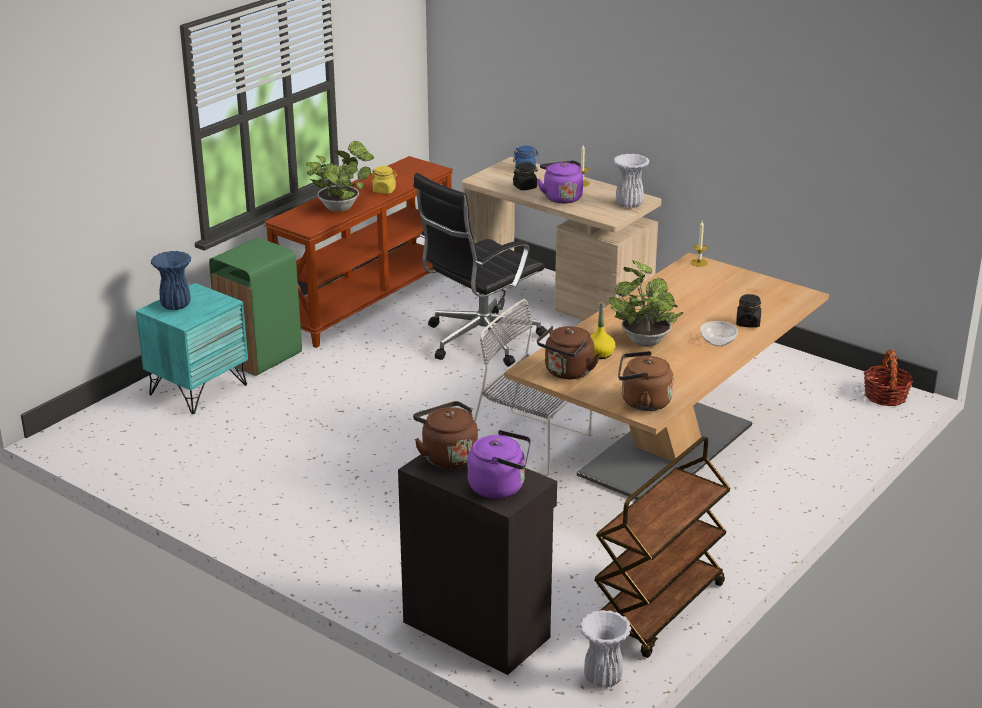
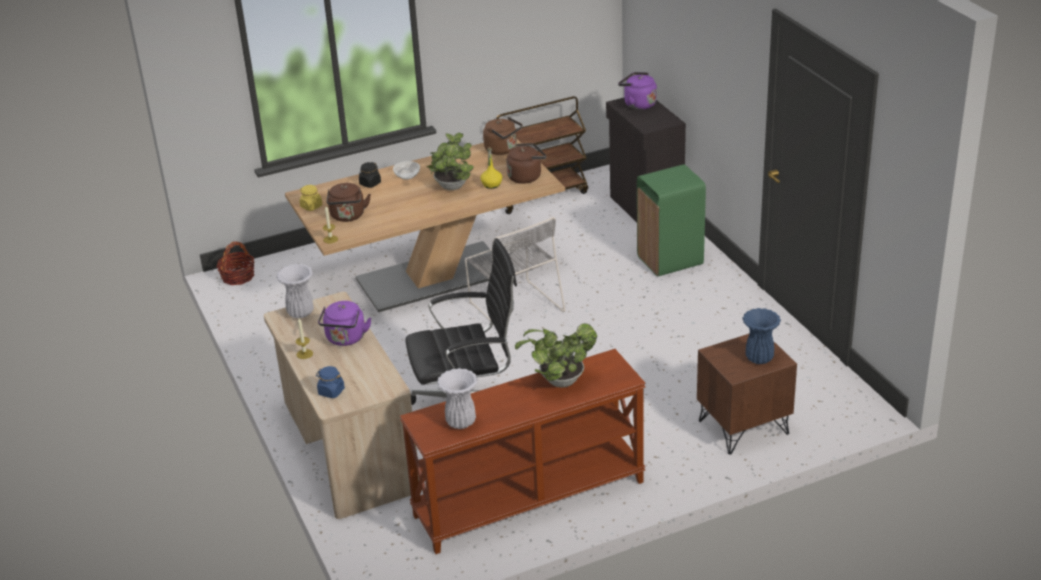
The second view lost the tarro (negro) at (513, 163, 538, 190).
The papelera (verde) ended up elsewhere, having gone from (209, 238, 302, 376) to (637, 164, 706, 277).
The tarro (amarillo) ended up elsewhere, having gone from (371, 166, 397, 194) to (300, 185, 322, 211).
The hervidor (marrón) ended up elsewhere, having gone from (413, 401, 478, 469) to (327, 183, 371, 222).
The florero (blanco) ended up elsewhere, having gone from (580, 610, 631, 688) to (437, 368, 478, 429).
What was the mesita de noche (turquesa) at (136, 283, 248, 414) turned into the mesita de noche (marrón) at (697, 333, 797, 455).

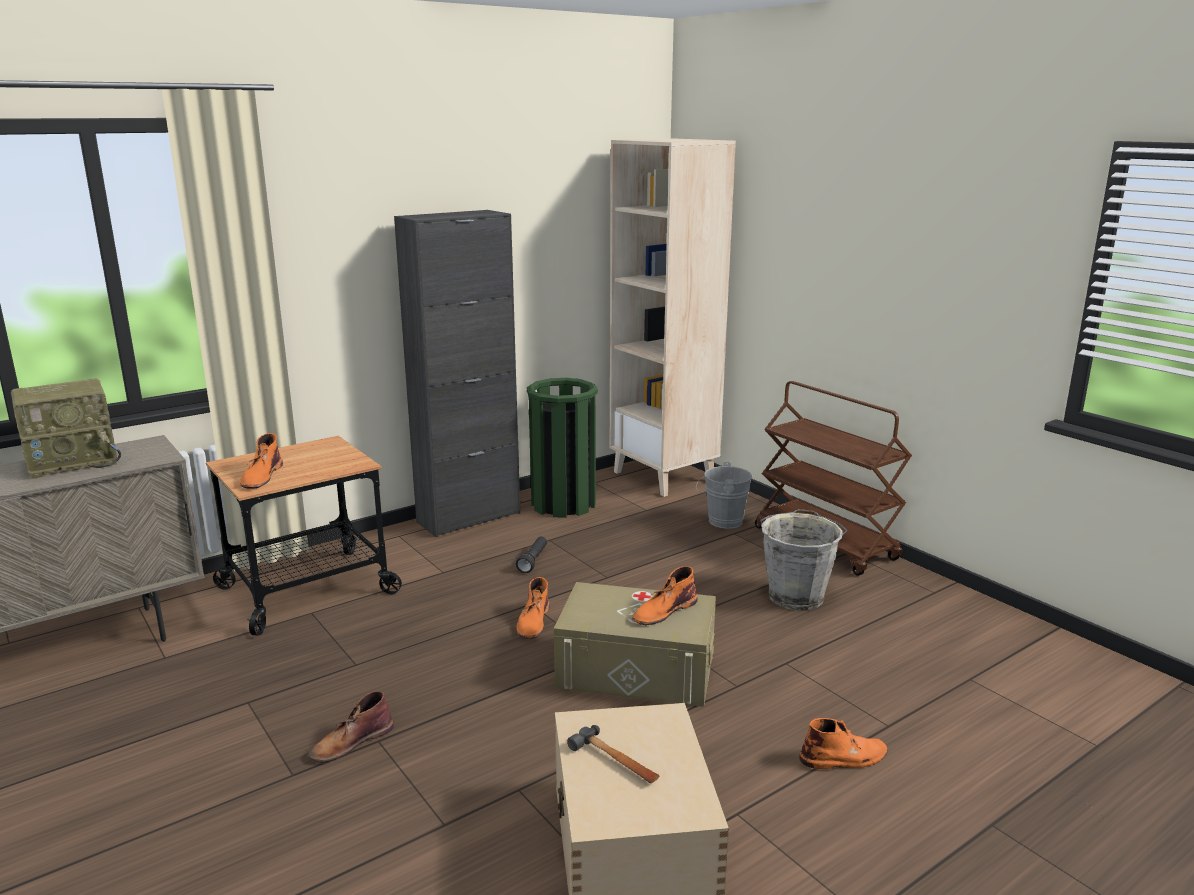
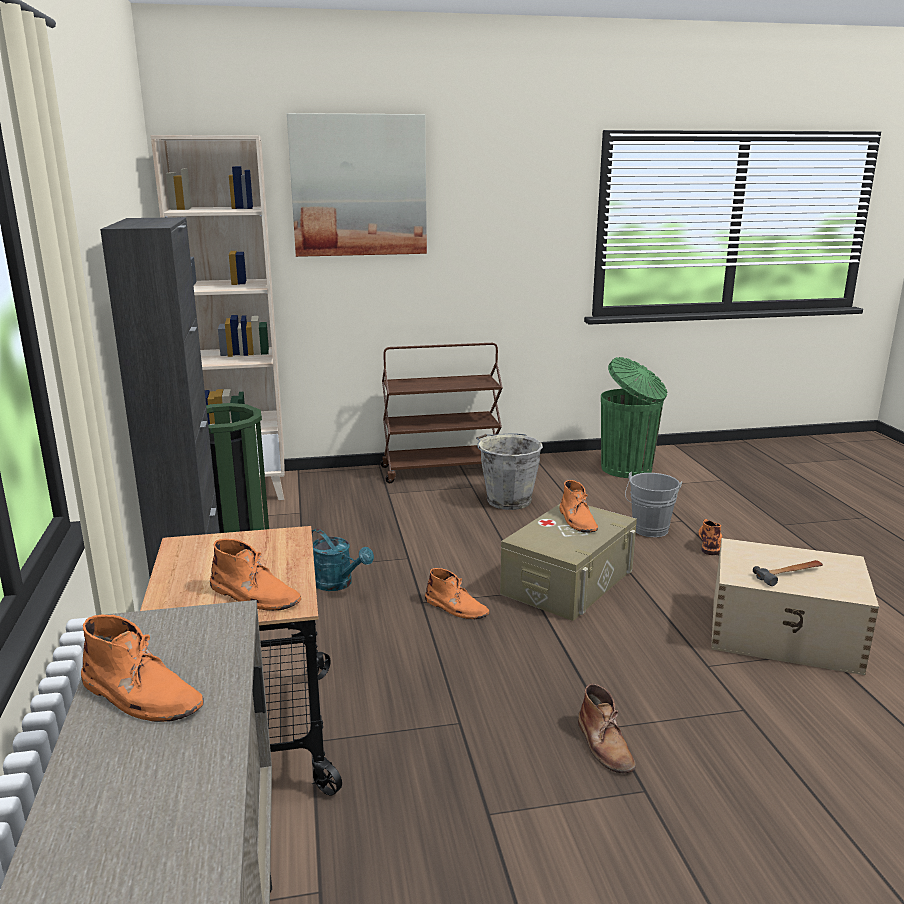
The second view gained the cuadro at (287, 113, 427, 257).
The second view gained the papelera (verde) at (601, 357, 667, 478).
The cubo (gris) ended up elsewhere, having gone from (696, 461, 752, 529) to (625, 472, 682, 537).
Where the radio stood at (11, 378, 121, 479), the bota (naranja) came to stand at (81, 615, 204, 722).
Where the linterna (negro) stood at (516, 536, 547, 573), the regadera (turquesa) came to stand at (312, 529, 374, 591).

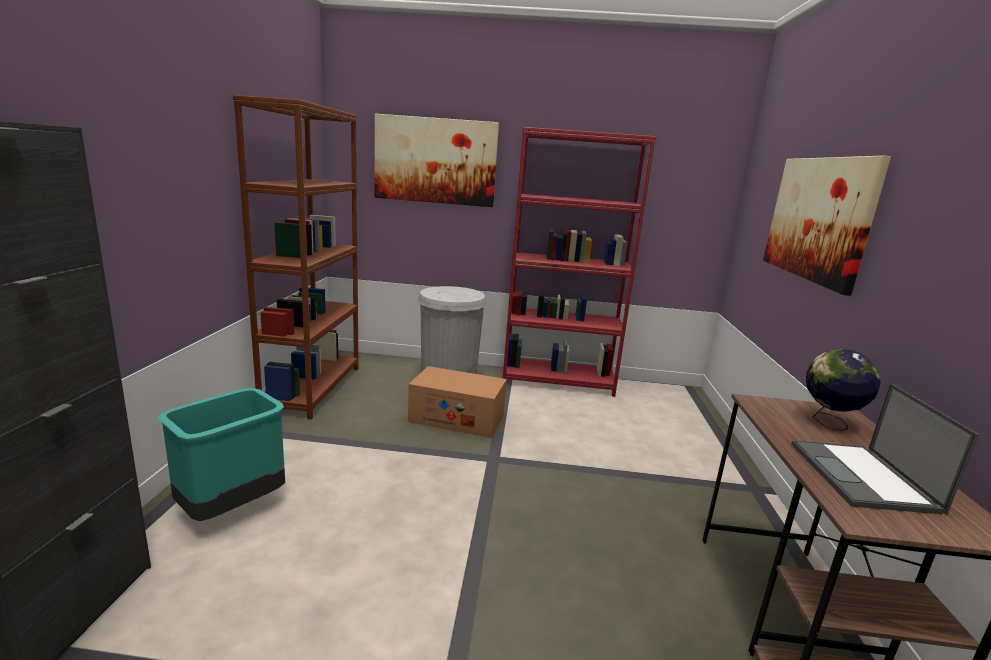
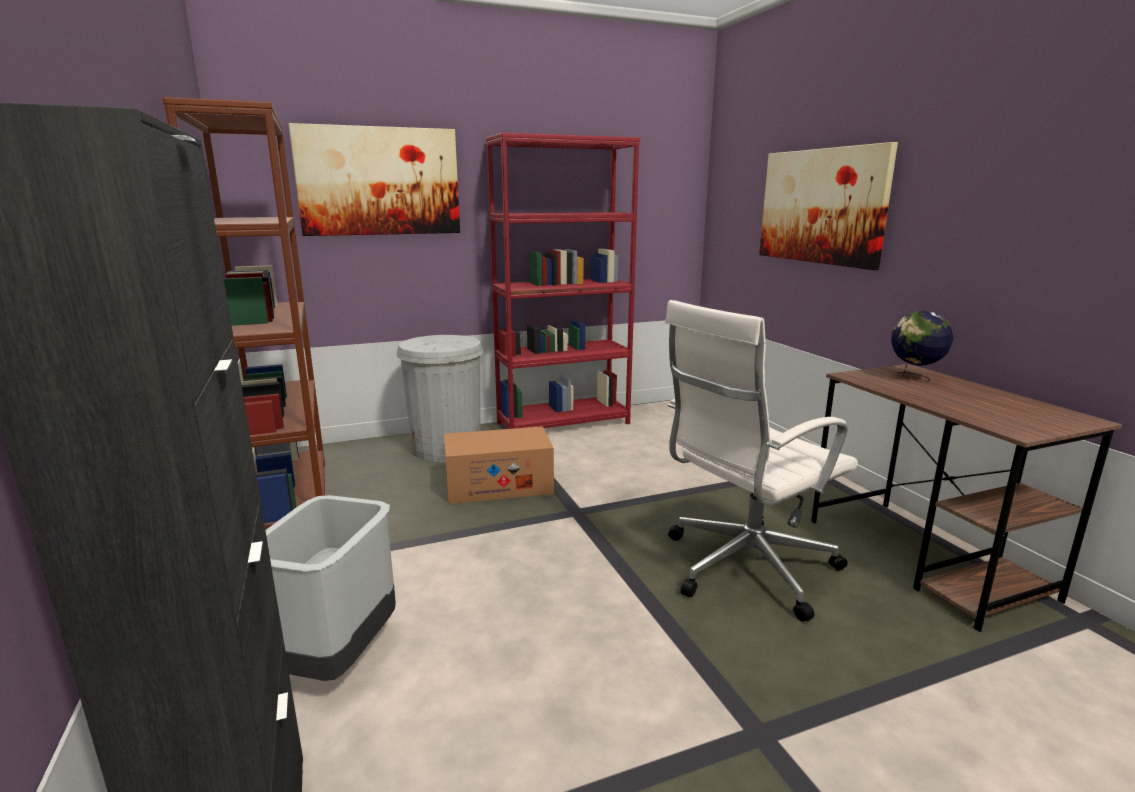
The second view lost the portátil at (791, 383, 979, 515).
The second view gained the silla de oficina (blanco) at (665, 300, 858, 622).
What was the papelera (turquesa) at (158, 388, 285, 521) turned into the papelera (gris) at (265, 495, 396, 681).

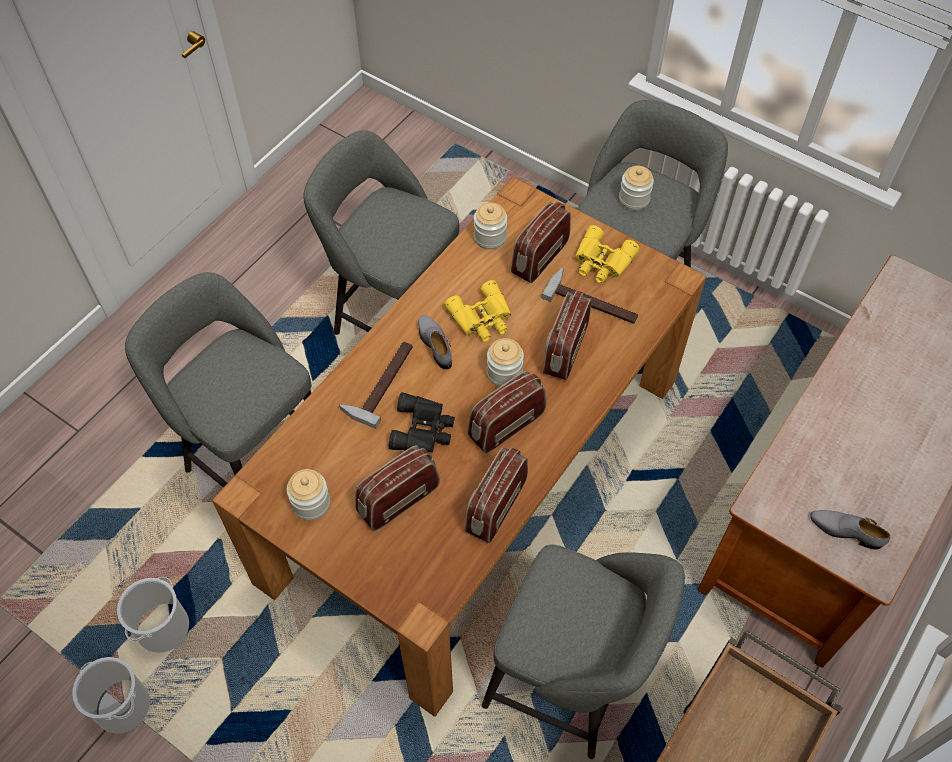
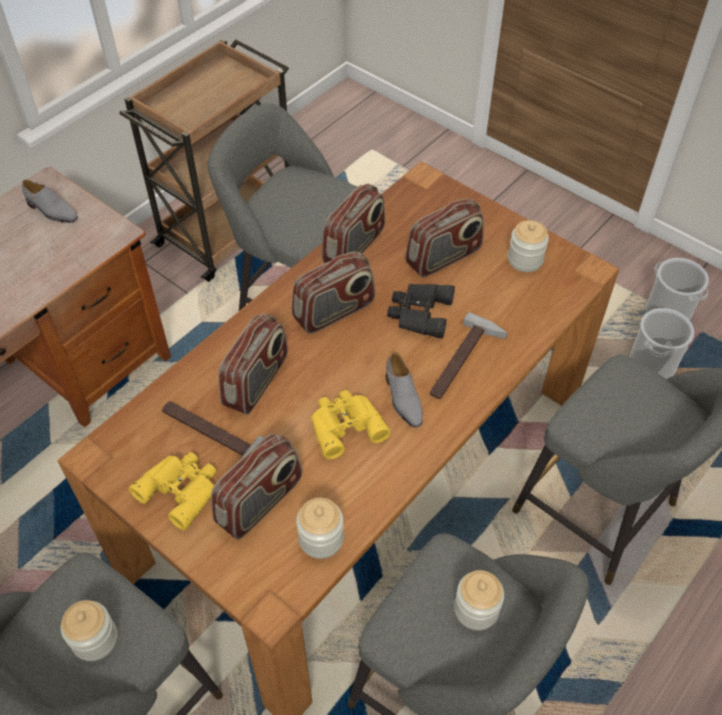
The tarro ended up elsewhere, having gone from (487, 338, 524, 387) to (454, 570, 504, 630).

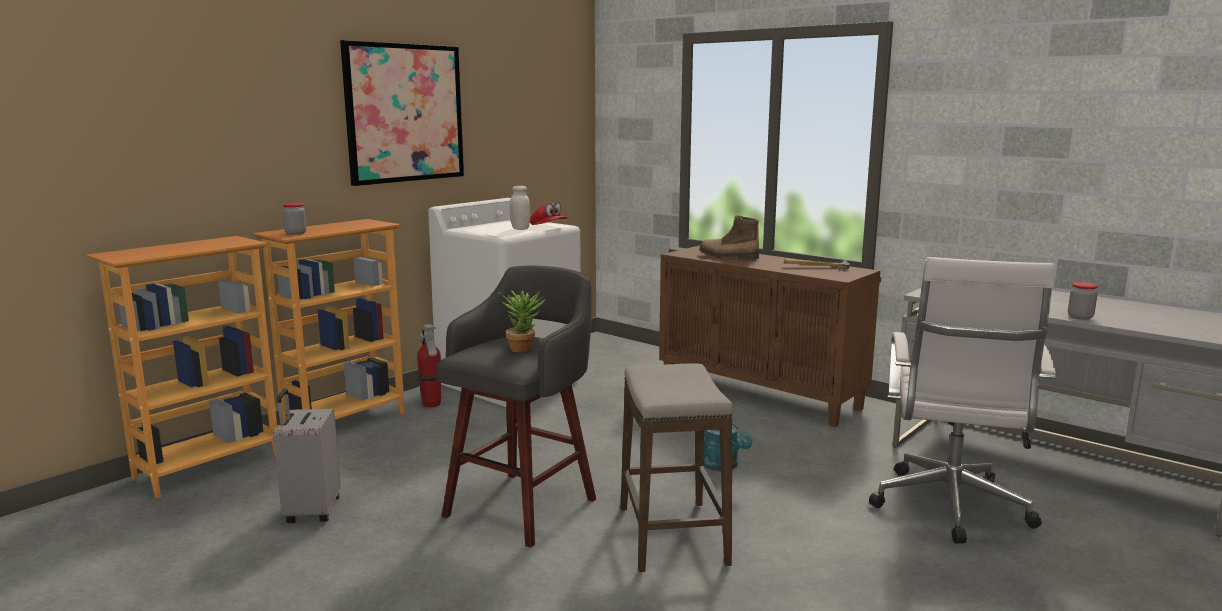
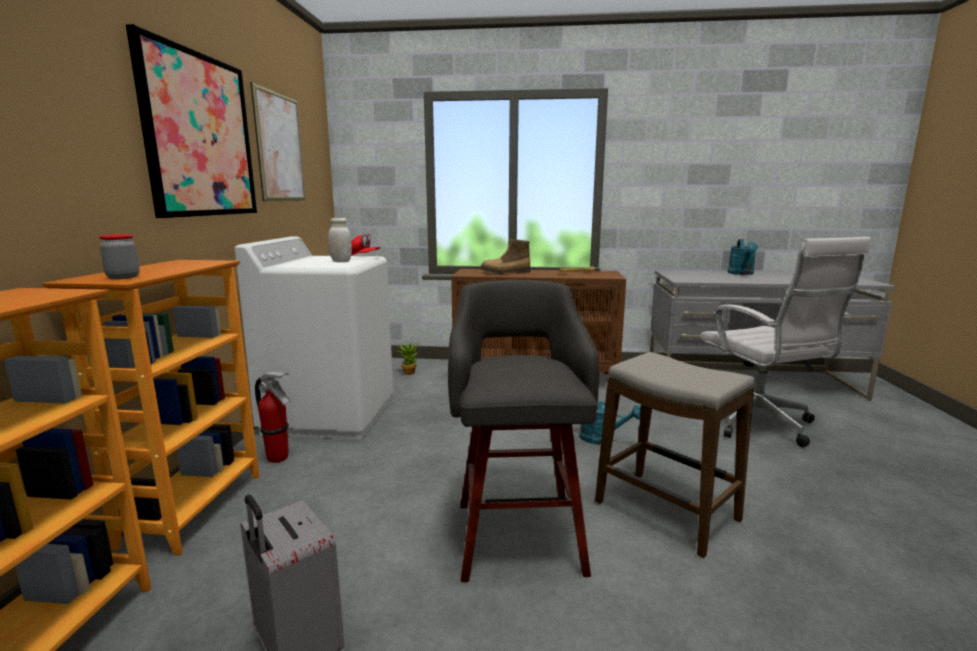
The second view lost the tarro at (1068, 282, 1098, 320).
The second view gained the cuadro at (250, 82, 306, 201).
The second view gained the regadera (turquesa) at (728, 239, 758, 275).
The planta en maceta ended up elsewhere, having gone from (498, 290, 546, 352) to (398, 343, 418, 375).

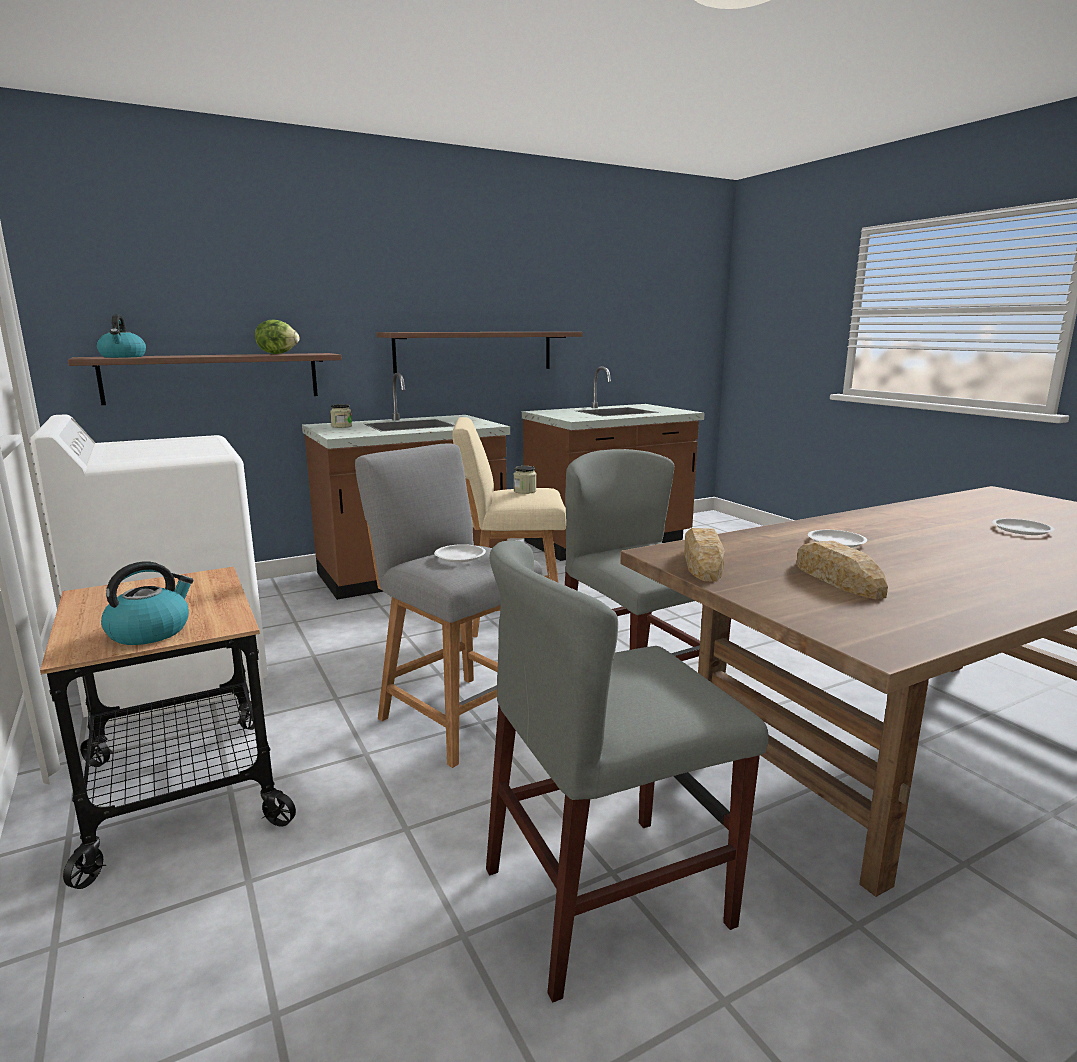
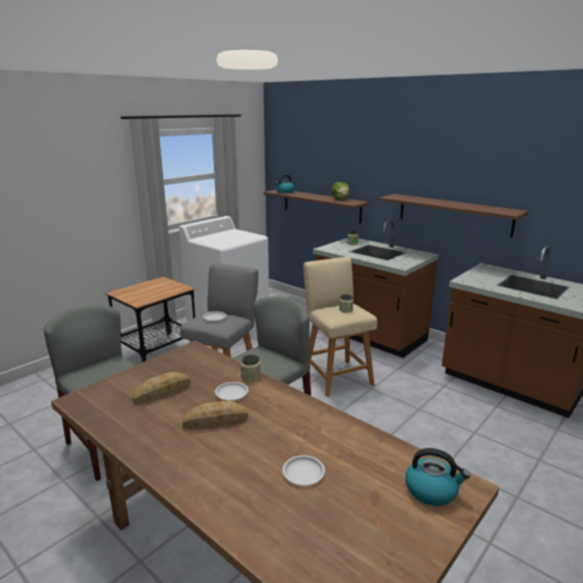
The second view gained the tarro at (241, 354, 261, 382).
The hervidor ended up elsewhere, having gone from (101, 561, 194, 645) to (406, 448, 470, 506).
The pan ended up elsewhere, having gone from (684, 528, 725, 582) to (182, 401, 248, 430).

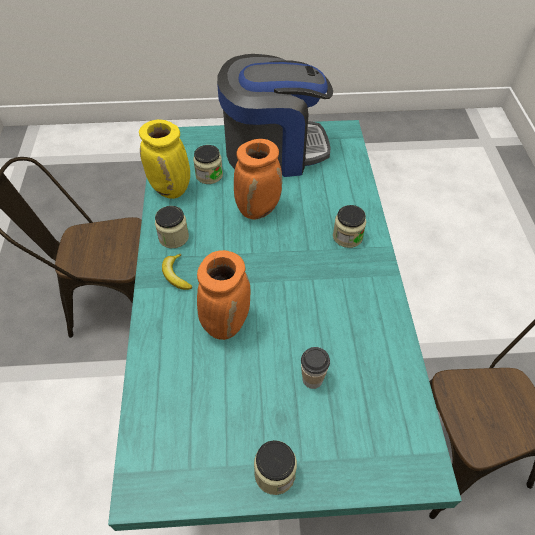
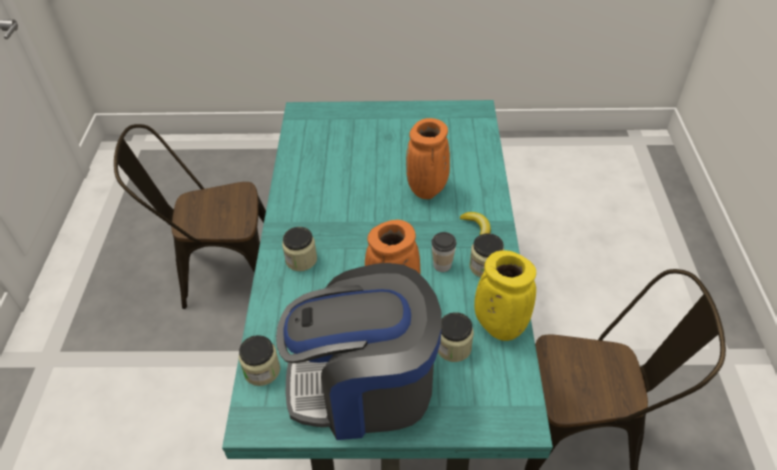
The tarro ended up elsewhere, having gone from (254, 440, 297, 495) to (239, 335, 280, 386).
The taza ended up elsewhere, having gone from (301, 347, 330, 389) to (431, 232, 457, 272).

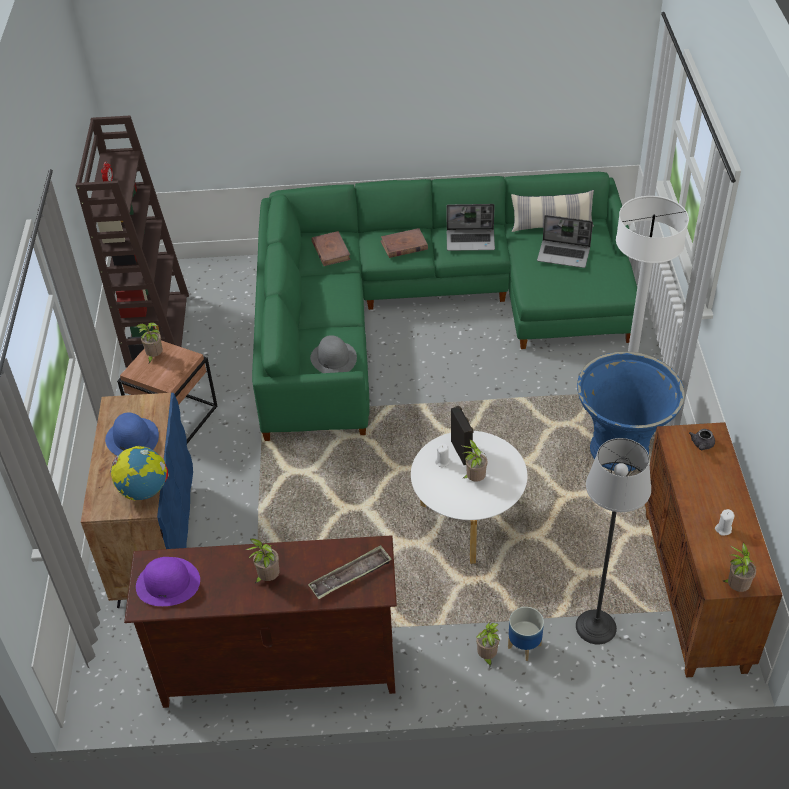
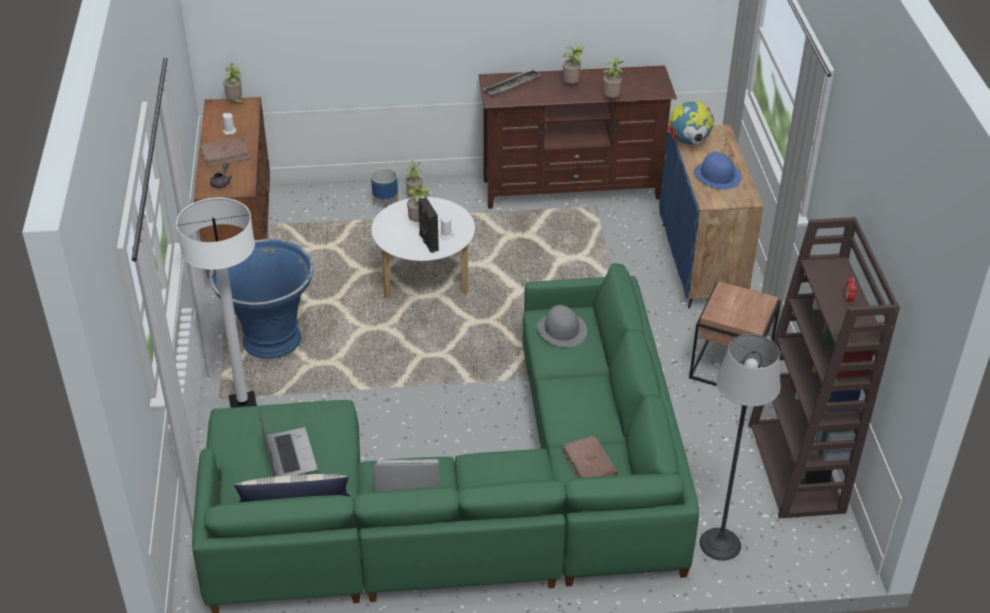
The second view lost the sombrero (morado) at (136, 557, 200, 606).
The planta en maceta ended up elsewhere, having gone from (136, 322, 163, 363) to (603, 57, 624, 97).
The libro (marrón) ended up elsewhere, having gone from (381, 228, 428, 258) to (200, 137, 250, 167).
The lámpara de pie ended up elsewhere, having gone from (576, 438, 651, 644) to (700, 334, 781, 561).
The portátil at (537, 215, 593, 268) ended up facing another way, 60 degrees clockwise from before.

